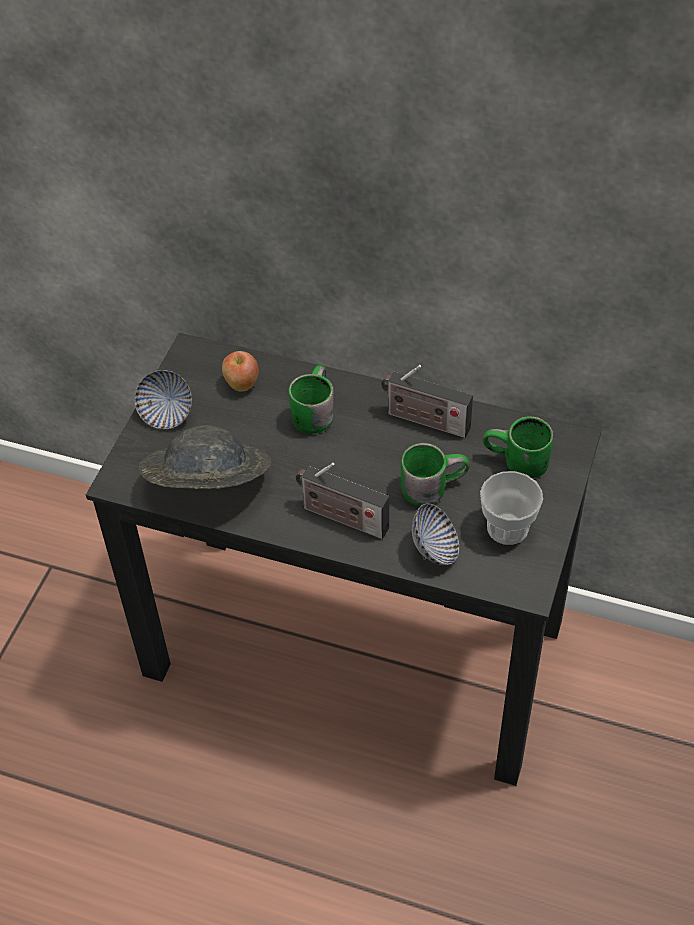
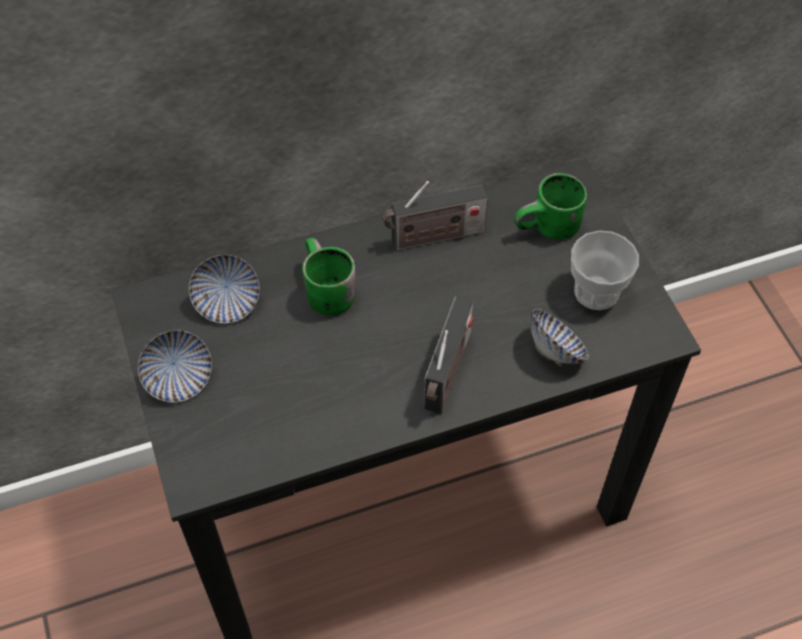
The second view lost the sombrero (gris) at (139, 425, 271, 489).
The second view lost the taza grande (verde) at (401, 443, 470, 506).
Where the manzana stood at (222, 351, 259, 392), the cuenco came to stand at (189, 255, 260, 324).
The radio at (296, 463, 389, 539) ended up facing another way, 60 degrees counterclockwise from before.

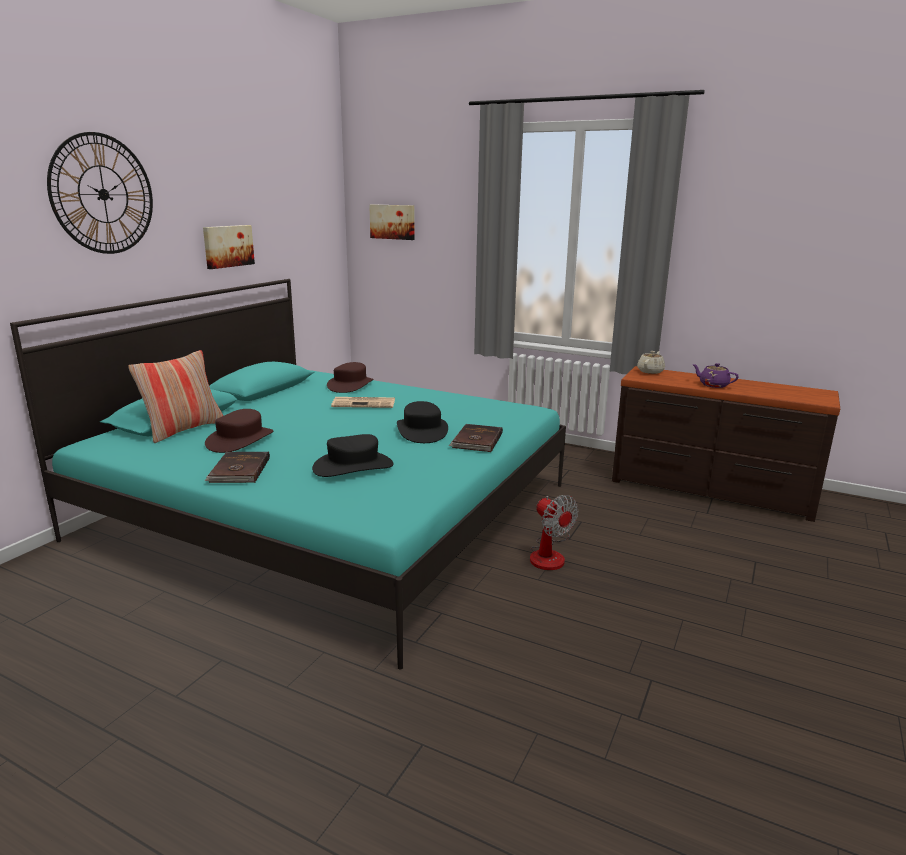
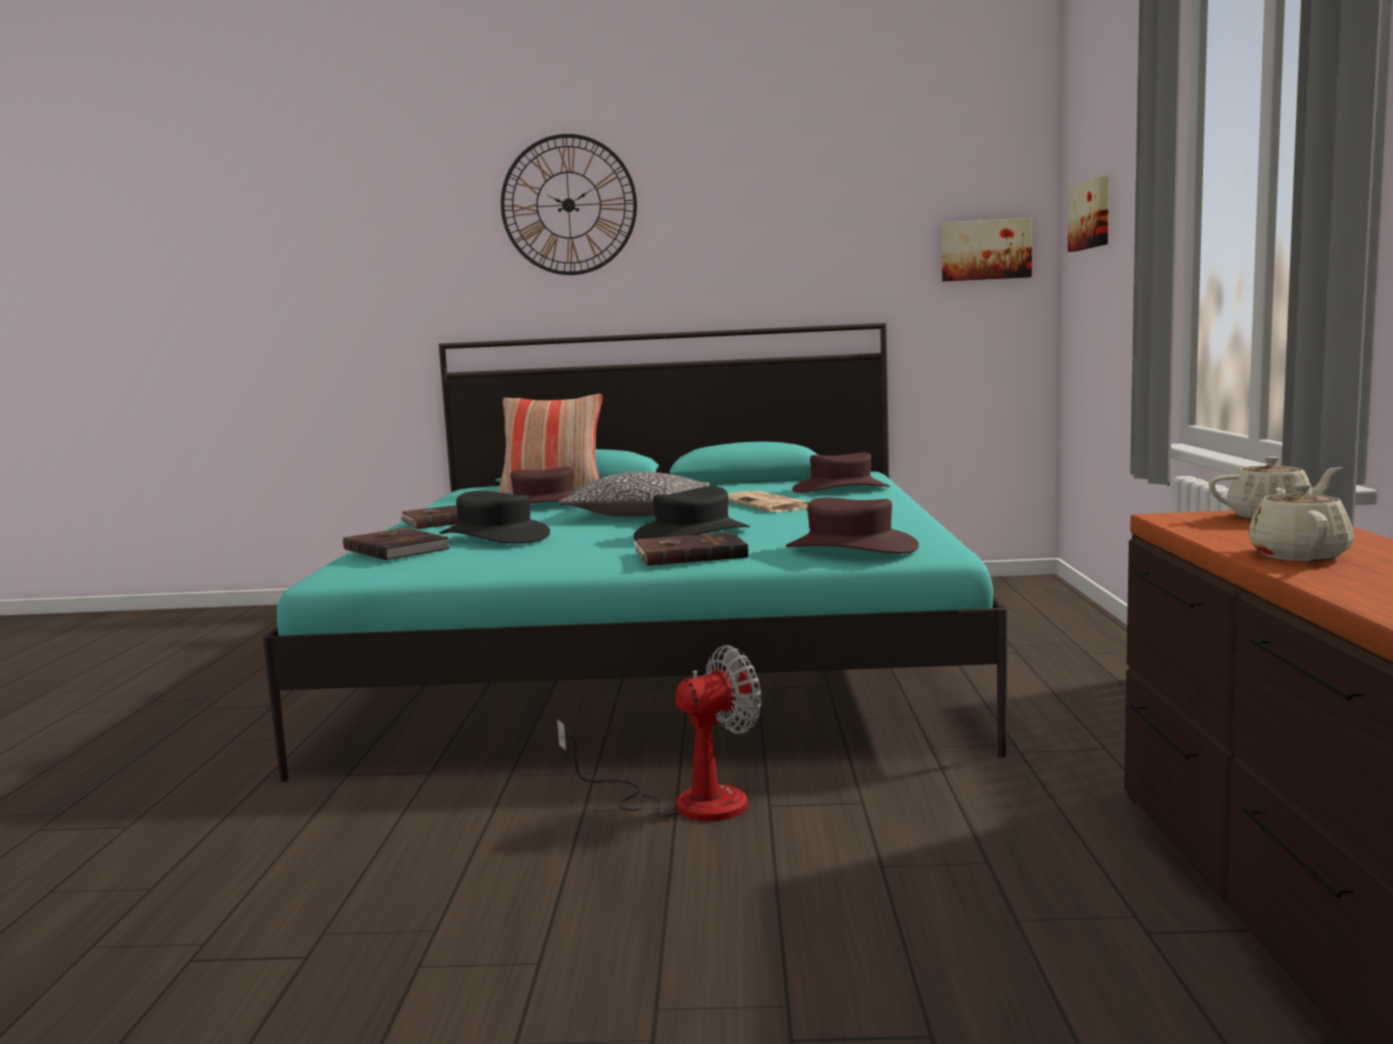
The second view gained the libro (marrón) at (343, 528, 450, 560).
The second view gained the cojín at (558, 472, 710, 517).
The second view gained the sombrero (marrón) at (786, 498, 919, 554).
The cuadro ended up elsewhere, having gone from (203, 225, 255, 269) to (942, 218, 1032, 282).
What was the tetera (morado) at (692, 363, 739, 388) turned into the tetera (beis) at (1248, 484, 1354, 561).
The ventilador at (530, 495, 578, 570) ended up facing another way, 150 degrees counterclockwise from before.

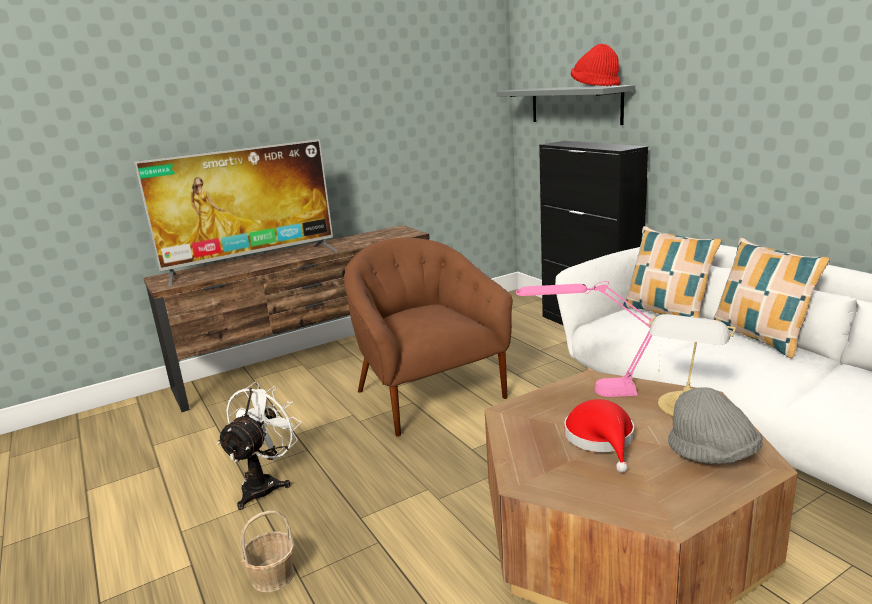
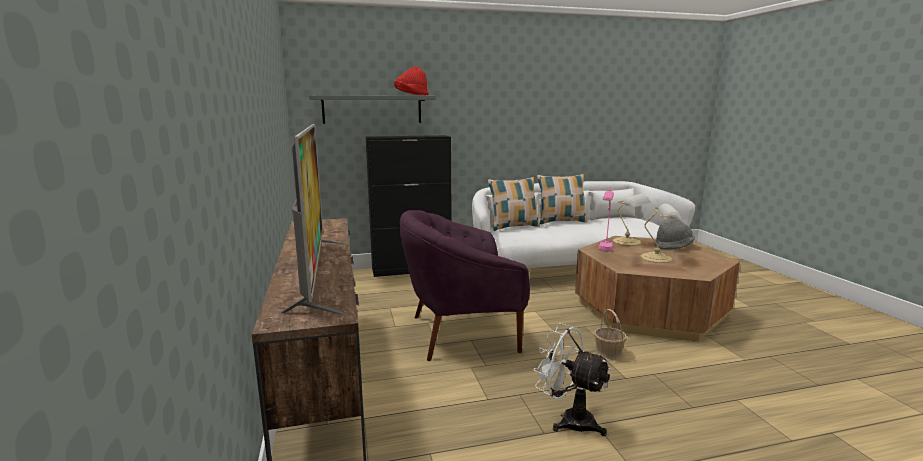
The cesta ended up elsewhere, having gone from (240, 510, 295, 592) to (594, 309, 627, 359).
Where the sombrero (rojo) stood at (565, 399, 634, 473), the lámpara de mesa came to stand at (640, 204, 682, 263).
What was the sillón (marrón) at (344, 238, 513, 437) turned into the sillón (morado) at (399, 210, 530, 361).

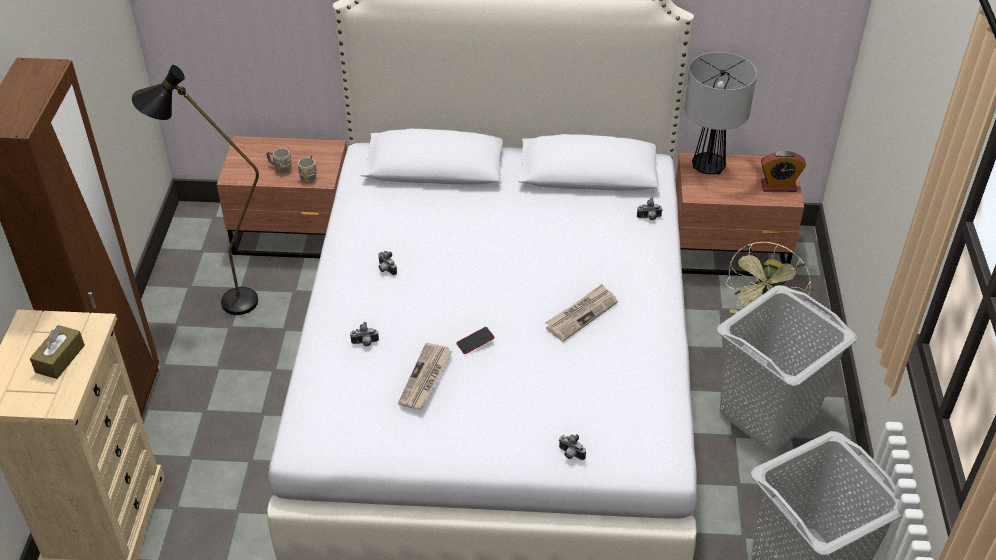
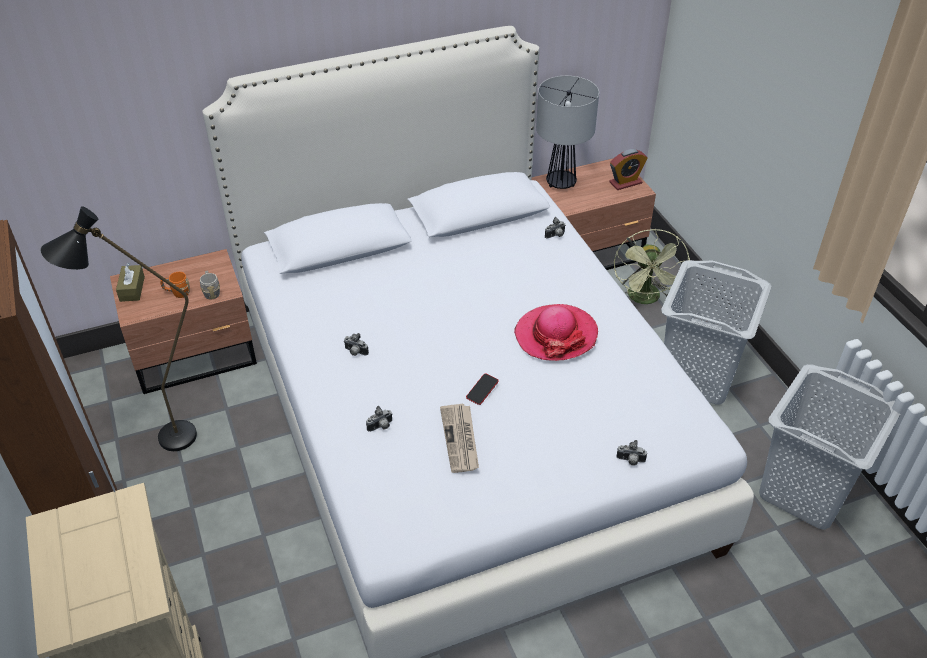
The caja de pañuelos (marrón) ended up elsewhere, having gone from (30, 325, 85, 379) to (116, 263, 145, 302).
Where the periódico stood at (545, 284, 618, 342), the sombrero came to stand at (514, 304, 598, 361).
What was the taza grande (gris) at (266, 148, 292, 174) turned into the taza grande (naranja) at (160, 272, 190, 298).

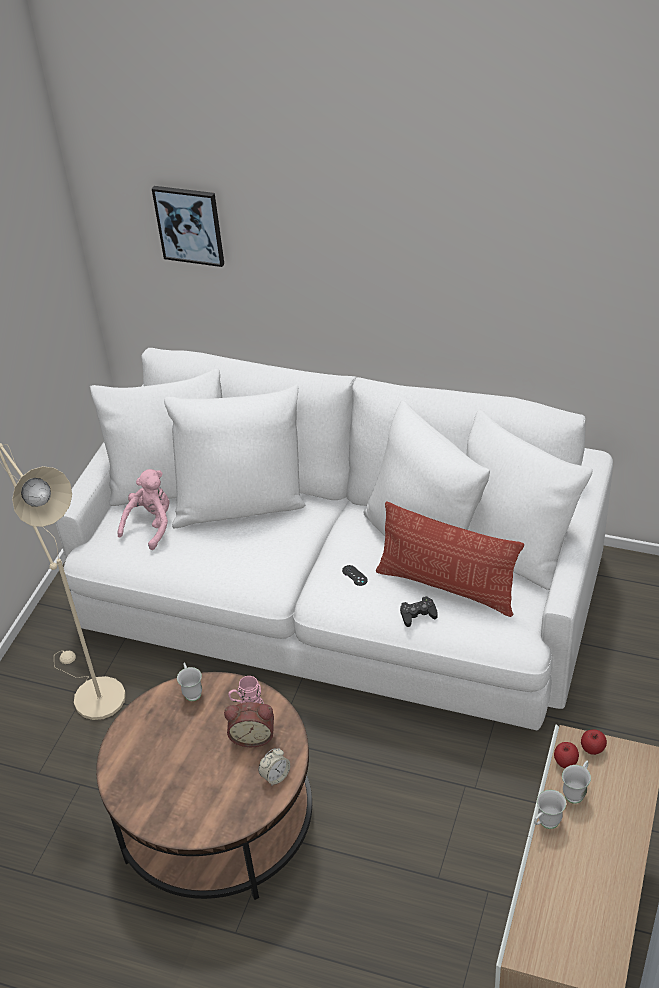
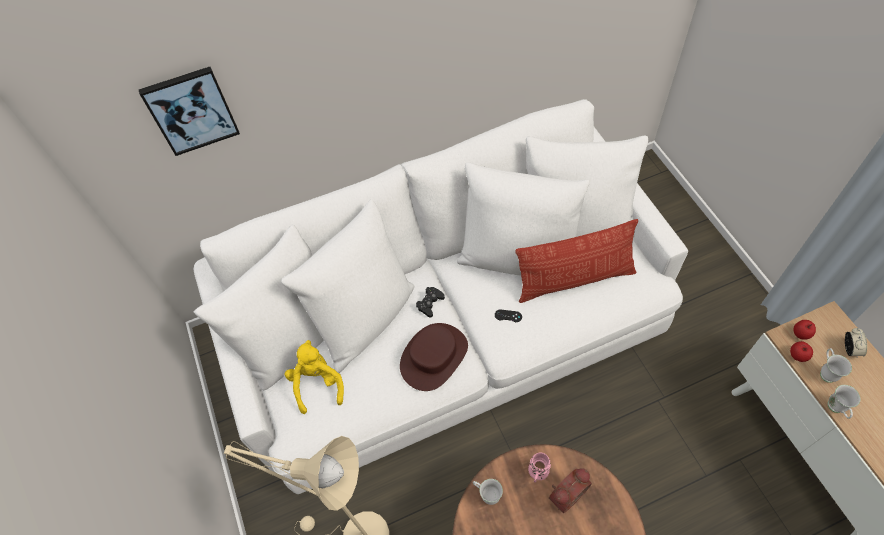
The second view gained the sombrero (marrón) at (400, 323, 468, 391).
The despertador ended up elsewhere, having gone from (259, 748, 290, 786) to (845, 328, 867, 357).
The mando de consola (negro) ended up elsewhere, having gone from (400, 596, 437, 627) to (416, 287, 445, 318).
What was the peluche (rosa) at (118, 469, 169, 550) turned into the peluche (amarillo) at (285, 340, 344, 414).

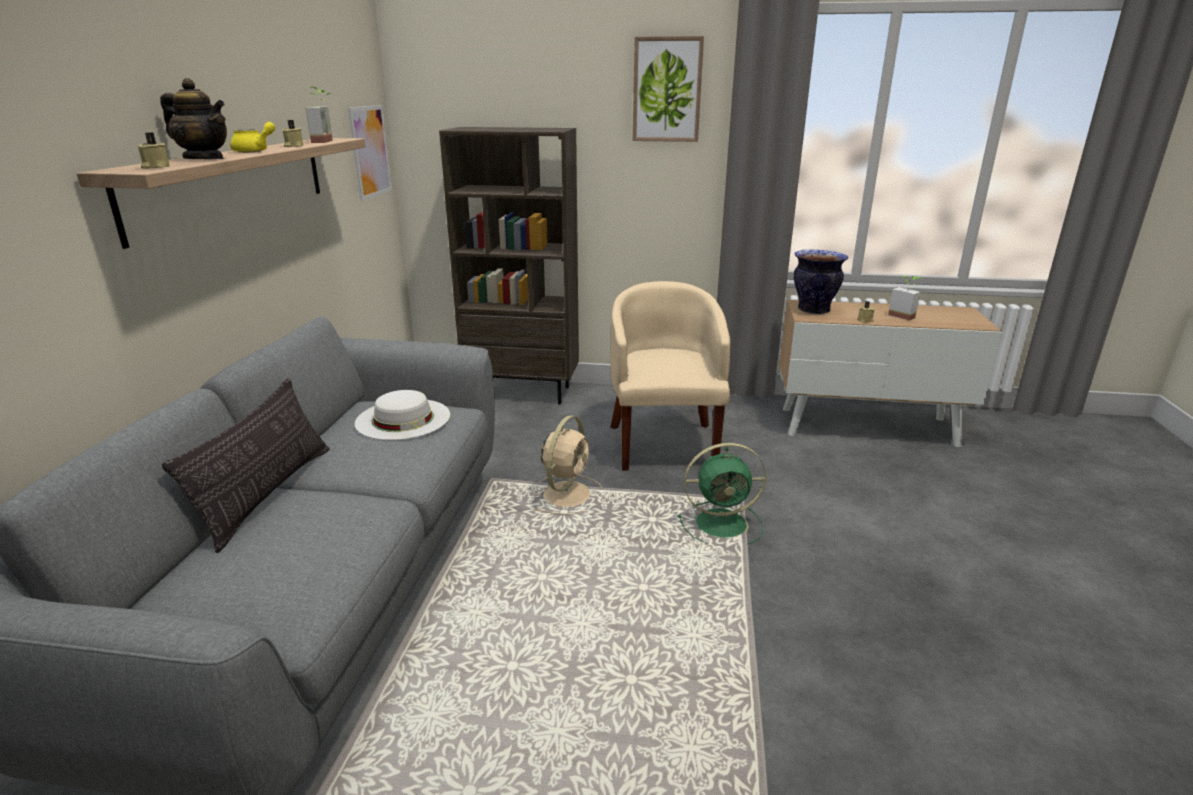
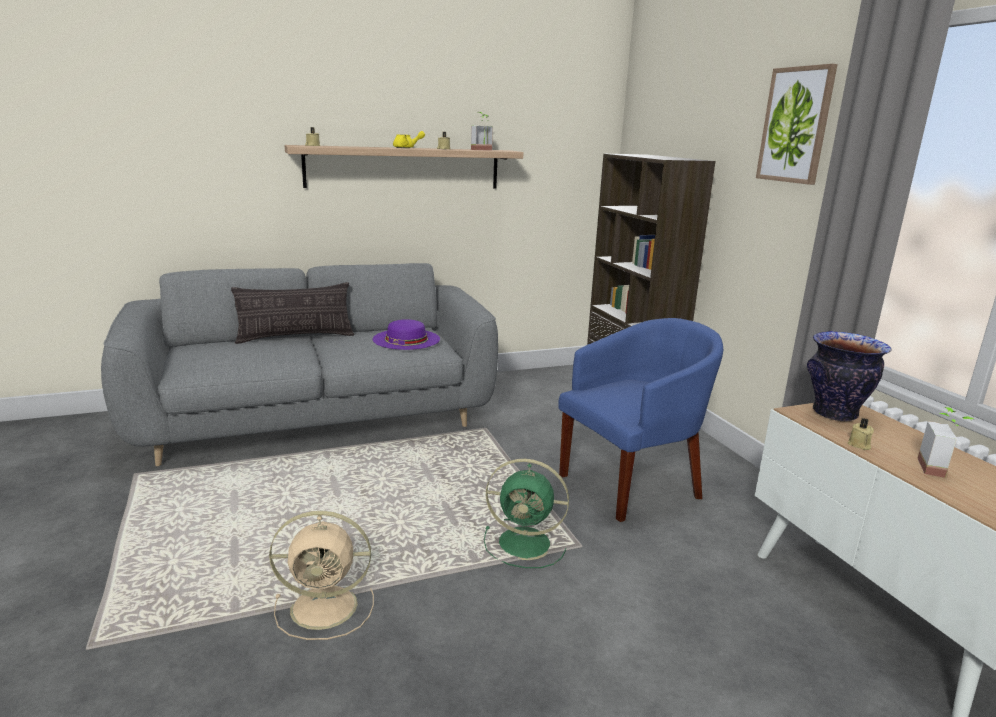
The second view lost the tetera at (160, 78, 227, 159).
The second view lost the cuadro at (348, 105, 392, 200).
The ventilador (beis) ended up elsewhere, having gone from (533, 415, 602, 515) to (269, 511, 374, 640).
What was the sombrero (blanco) at (355, 390, 450, 440) turned into the sombrero (morado) at (373, 319, 440, 350).
What was the sillón (beis) at (610, 281, 730, 471) turned into the sillón (azul) at (558, 318, 723, 522).
The ventilador (verde) at (678, 443, 766, 544) ended up facing another way, 45 degrees counterclockwise from before.

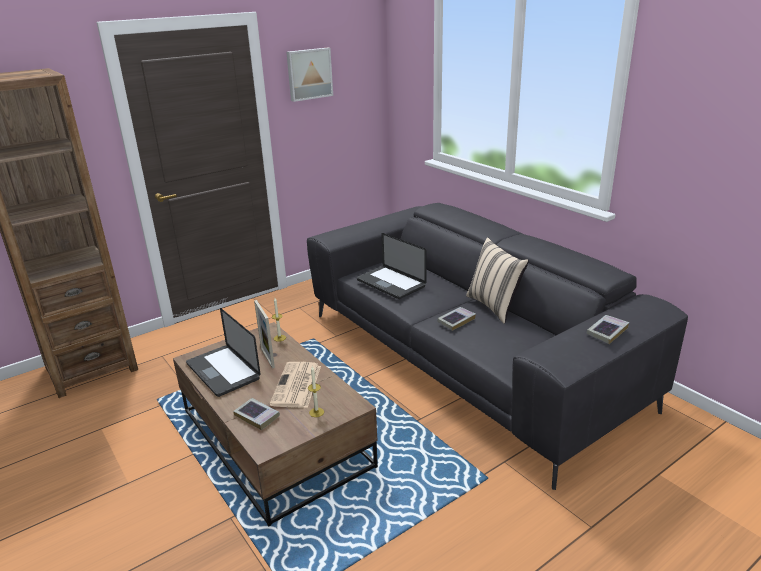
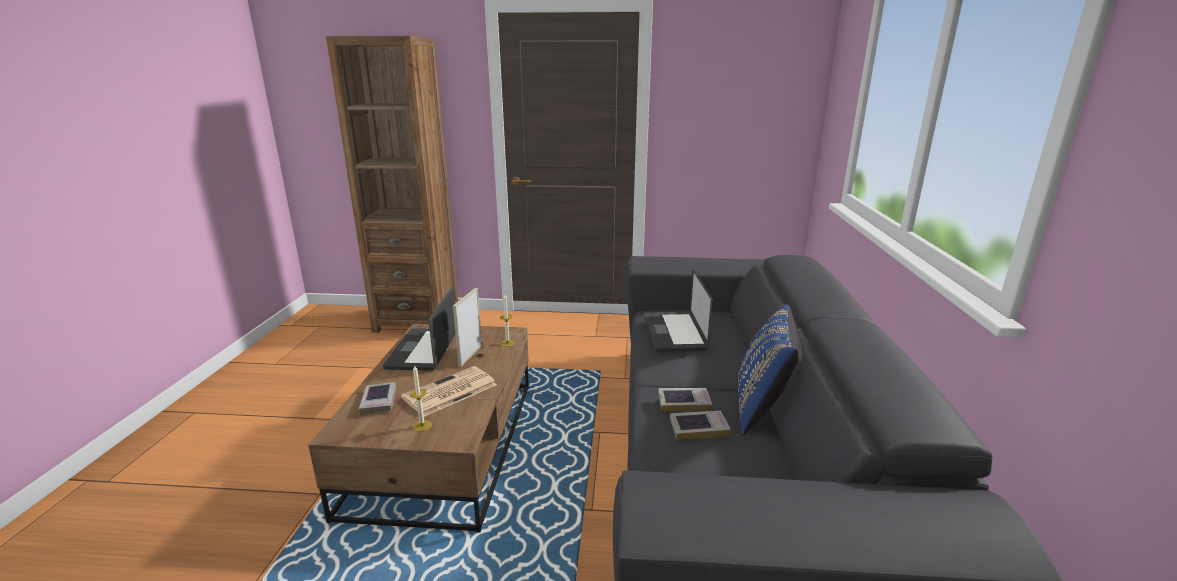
The second view lost the cuadro at (286, 48, 333, 102).
The libro ended up elsewhere, having gone from (586, 315, 629, 344) to (670, 411, 731, 440).
What was the cojín (beis) at (466, 237, 529, 324) turned into the cojín (azul) at (738, 305, 802, 436).

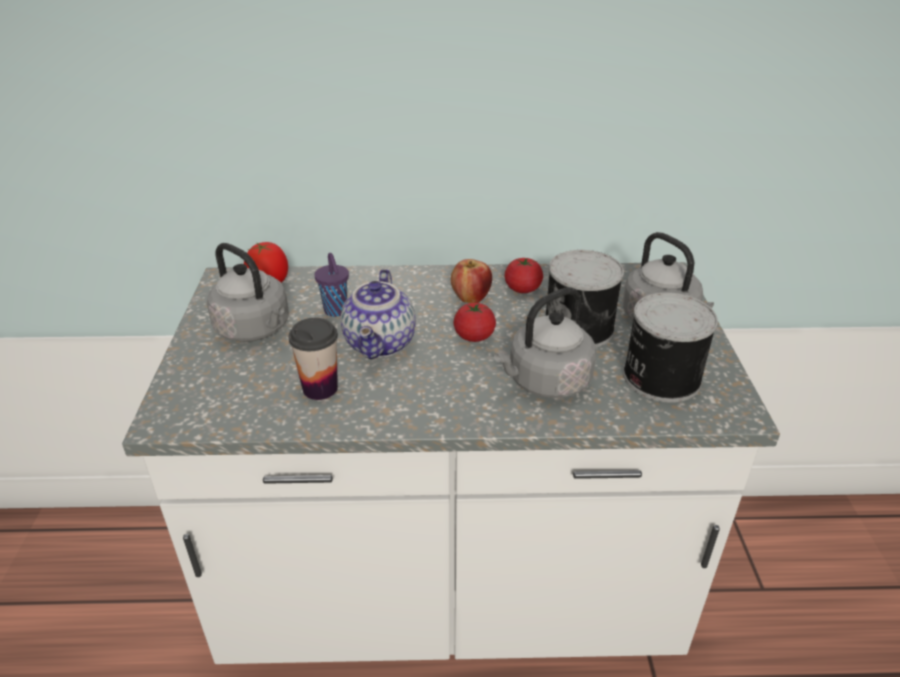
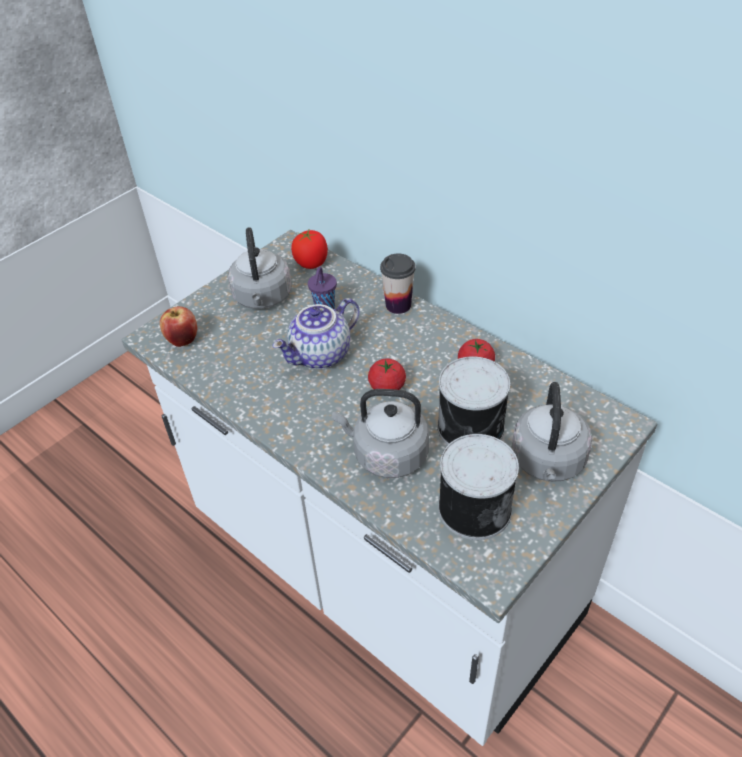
The taza ended up elsewhere, having gone from (288, 318, 338, 400) to (380, 254, 416, 314).
The manzana ended up elsewhere, having gone from (451, 259, 492, 303) to (160, 306, 197, 347).

